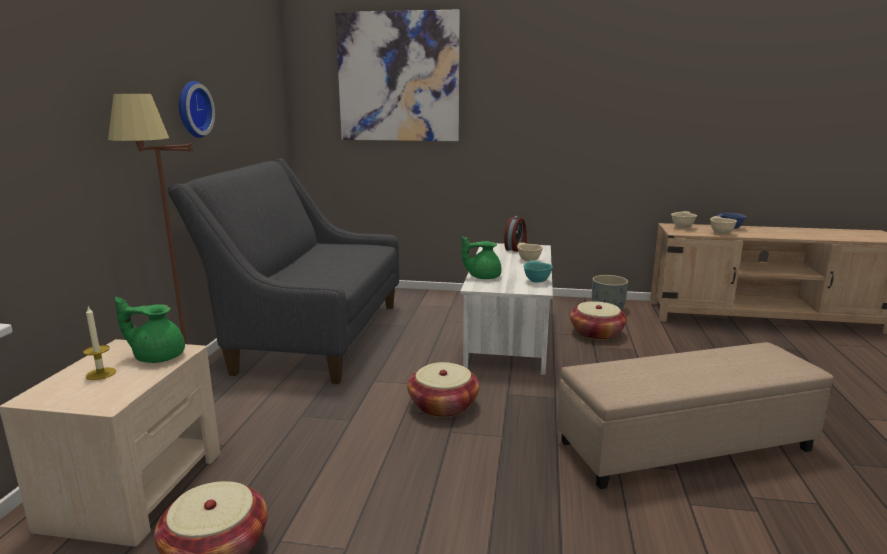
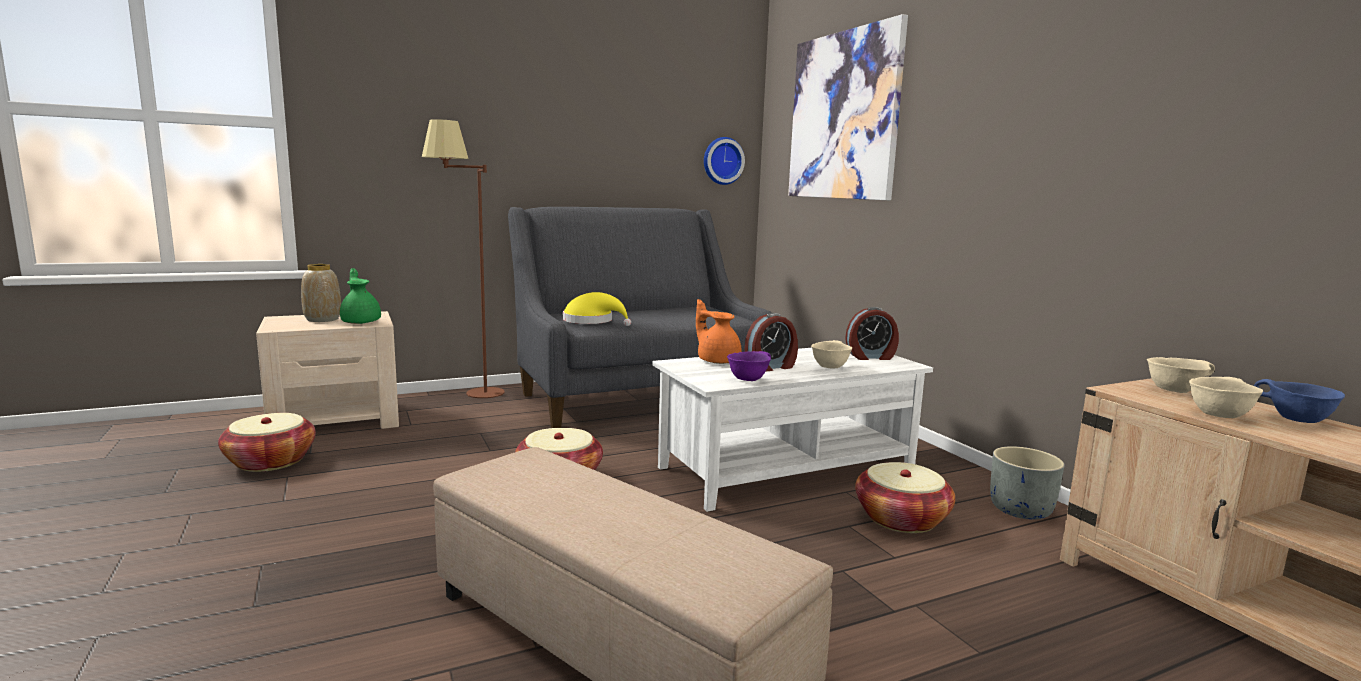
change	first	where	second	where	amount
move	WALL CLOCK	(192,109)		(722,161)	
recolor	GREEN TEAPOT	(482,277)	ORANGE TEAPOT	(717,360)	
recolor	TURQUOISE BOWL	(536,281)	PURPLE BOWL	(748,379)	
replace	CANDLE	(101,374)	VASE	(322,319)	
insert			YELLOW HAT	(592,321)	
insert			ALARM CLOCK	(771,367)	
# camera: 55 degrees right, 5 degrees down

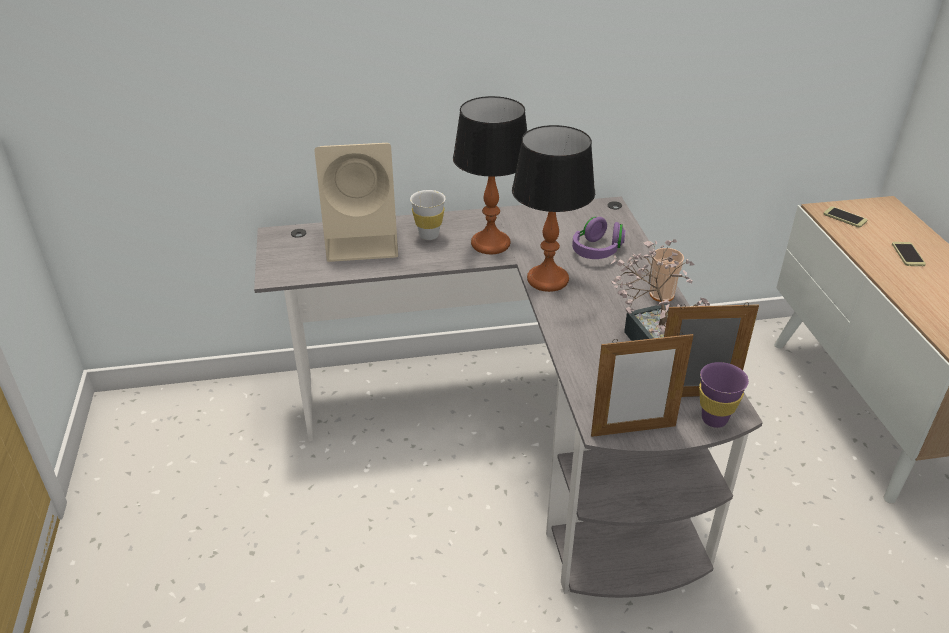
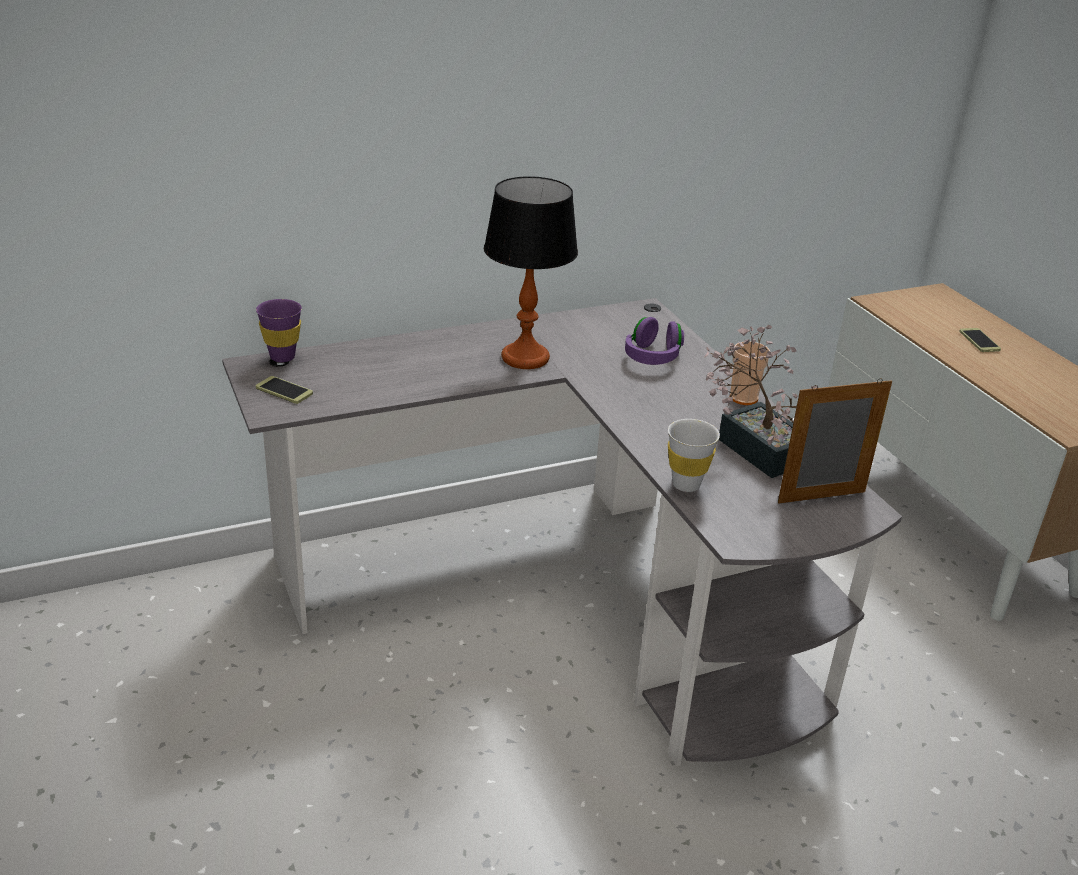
change	first	where	second	where	amount
delete	TABLE LAMP	(548,280)			
delete	BEIGE SPEAKER	(364,240)			
move	WHITE CUP	(429,235)		(686,484)	
move	PHONE	(845,217)		(284,391)	
delete	PICTURE FRAME	(633,430)			
move	PURPLE CUP	(714,419)		(282,357)	
# camera: 15 degrees left, 5 degrees down

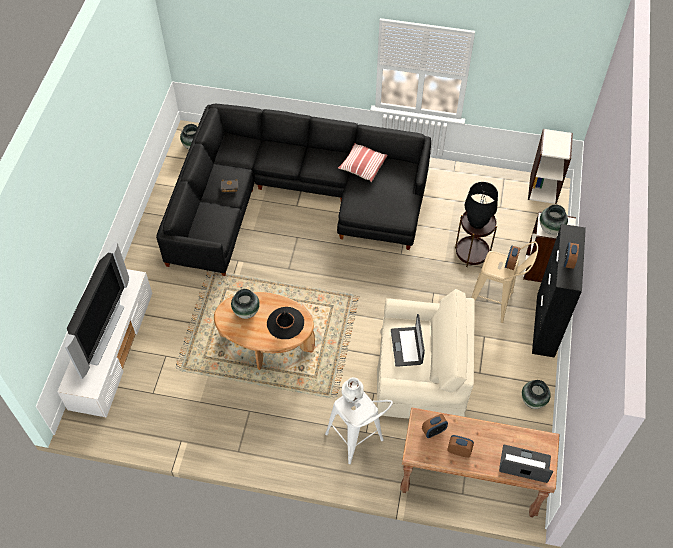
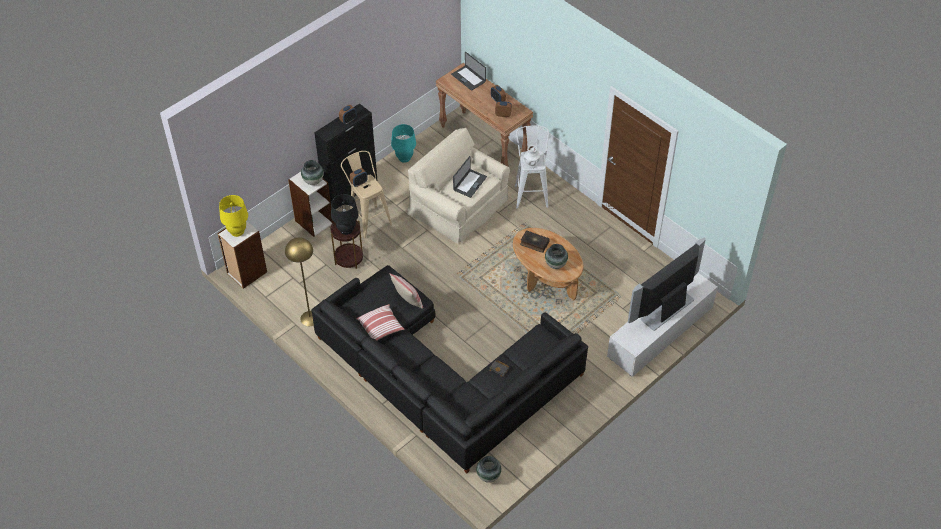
change	first	where	second	where	amount
replace	BLACK HAT	(285,323)	BOOK	(534,243)	
replace	VASE	(533,401)	TURQUOISE TABLE LAMP	(404,158)	
insert			YELLOW TABLE LAMP	(237,231)	
insert			YELLOW FLOOR LAMP	(310,318)	
insert			PILLOW	(408,300)	
# camera: 145 degrees left, 5 degrees down

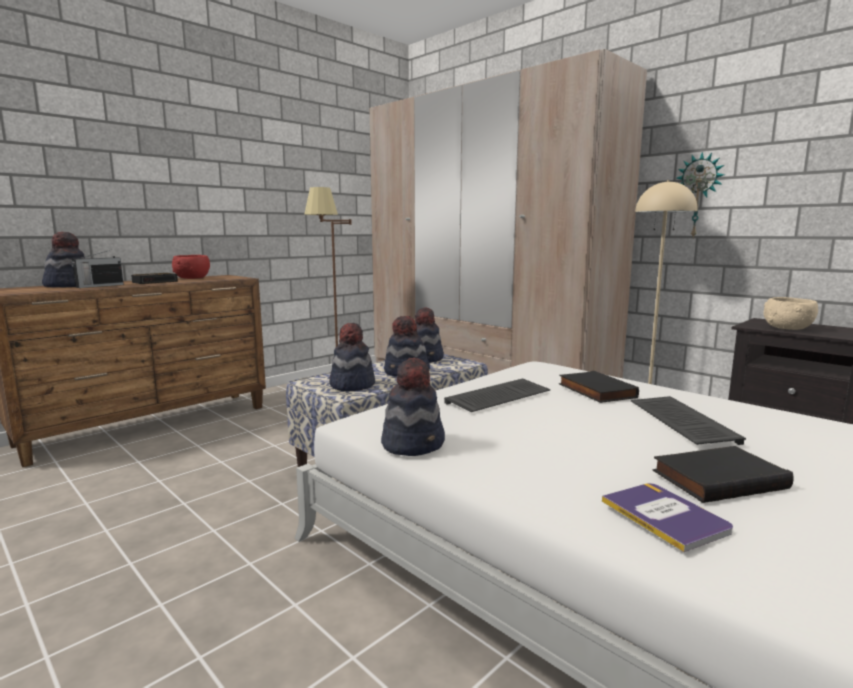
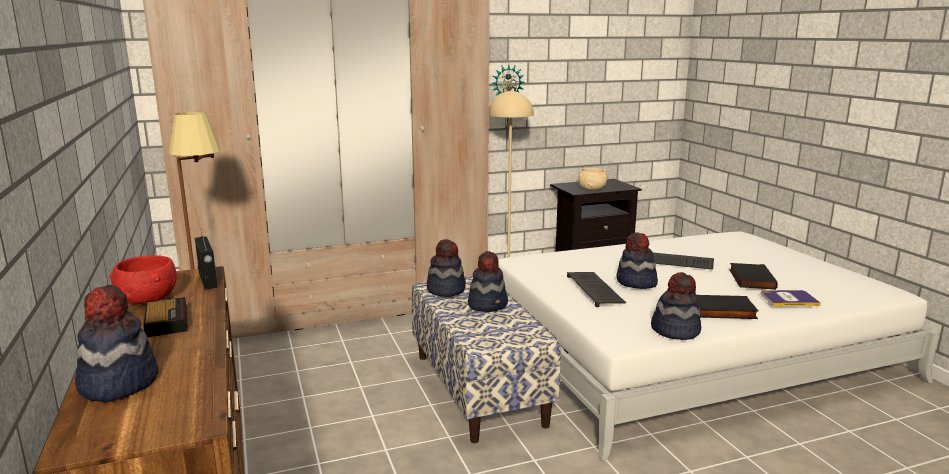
change	first	where	second	where	amount
move	RADIO	(99,286)		(207,280)	
move	HAT	(352,385)		(636,283)	
move	BLACK BOOK	(594,391)		(722,311)	
# camera: 65 degrees left, 5 degrees up

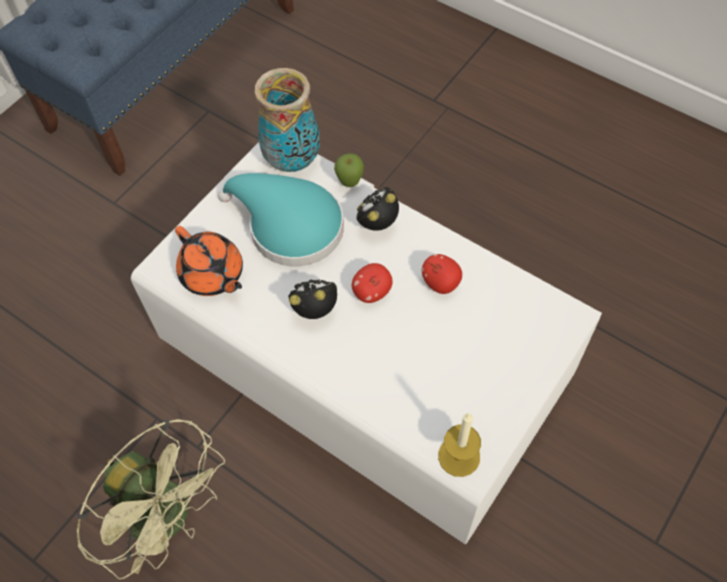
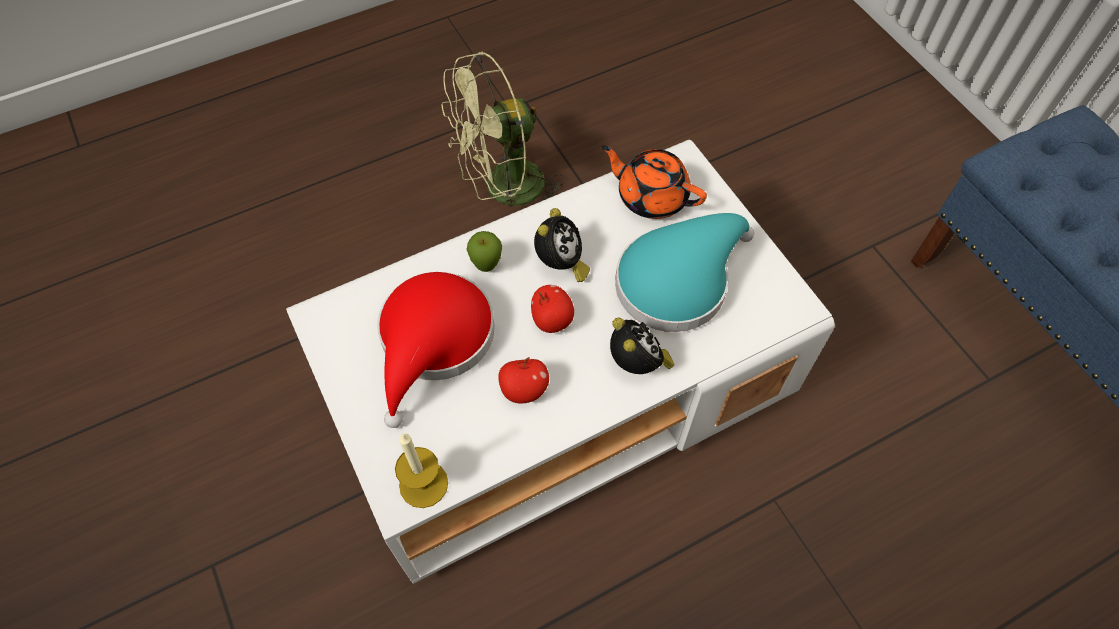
change	first	where	second	where	amount
delete	VASE	(292,160)			
move	APPLE	(350,183)		(486,266)	
rotate	ORANGE TEAPOT	(213,275)		(651,196)	45 degrees clockwise
move	CANDLE	(459,456)		(423,484)	
insert			RED HAT	(434,341)	
# camera: 115 degrees right, 0 degrees up

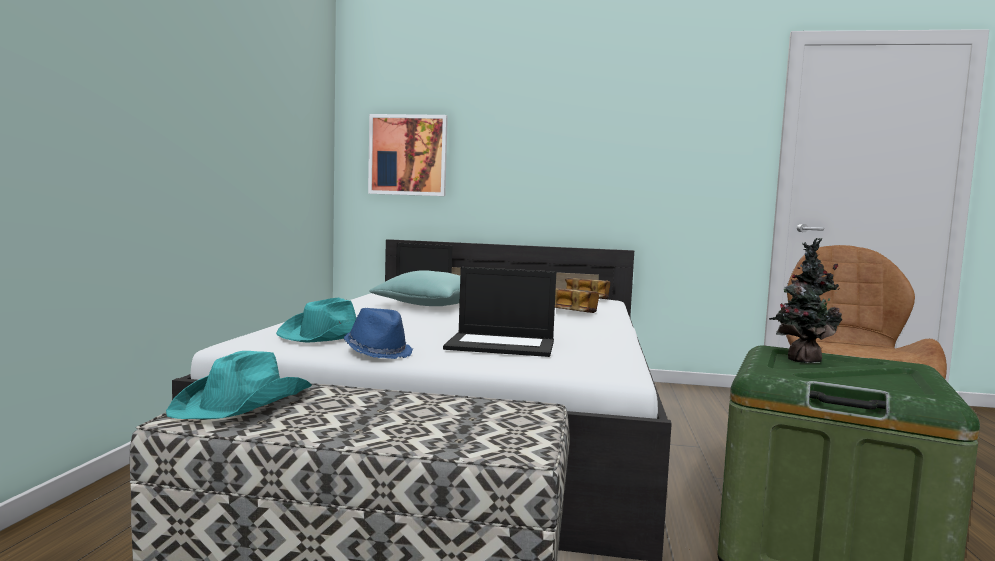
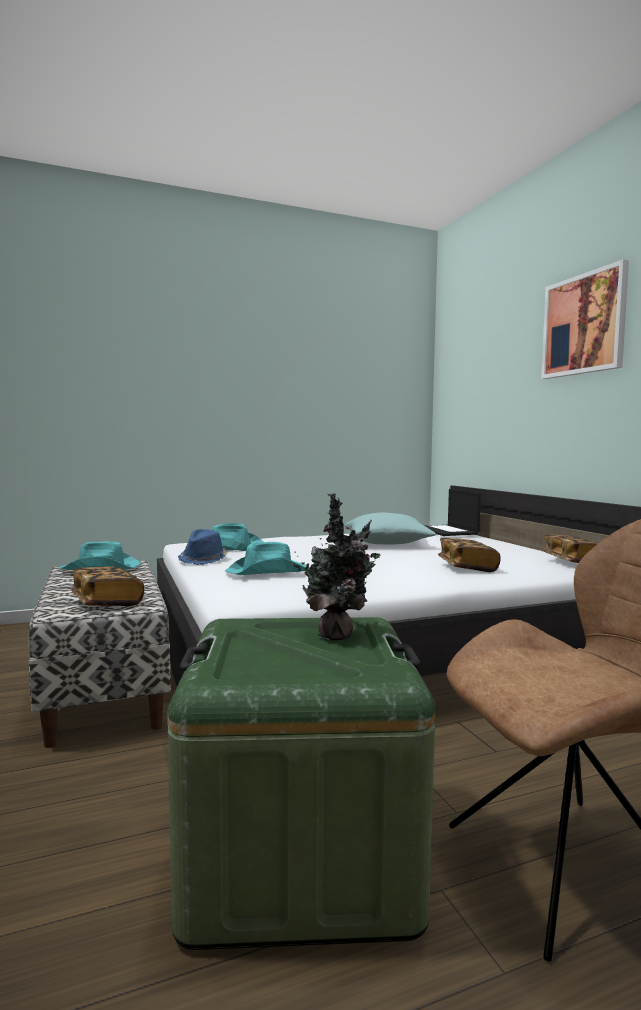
change	first	where	second	where	amount
move	PICTURE	(408,155)		(584,324)	
replace	LAPTOP	(502,345)	TURQUOISE HAT	(268,571)	
insert			BOOK	(107,602)	
# camera: 60 degrees right, 0 degrees up

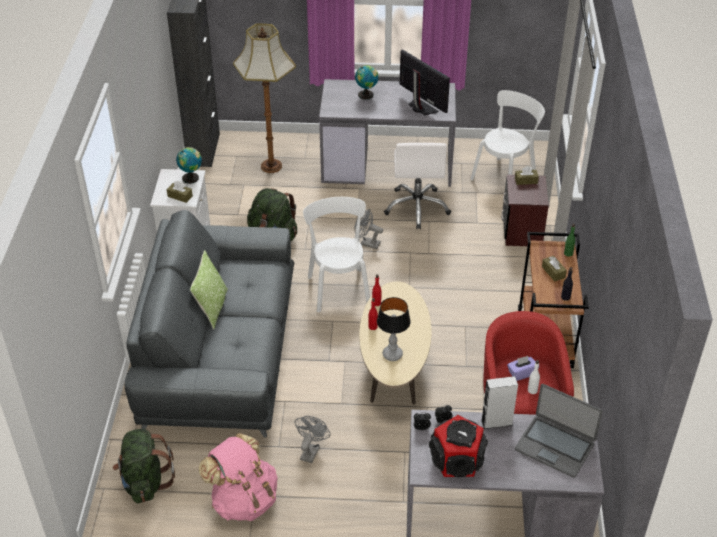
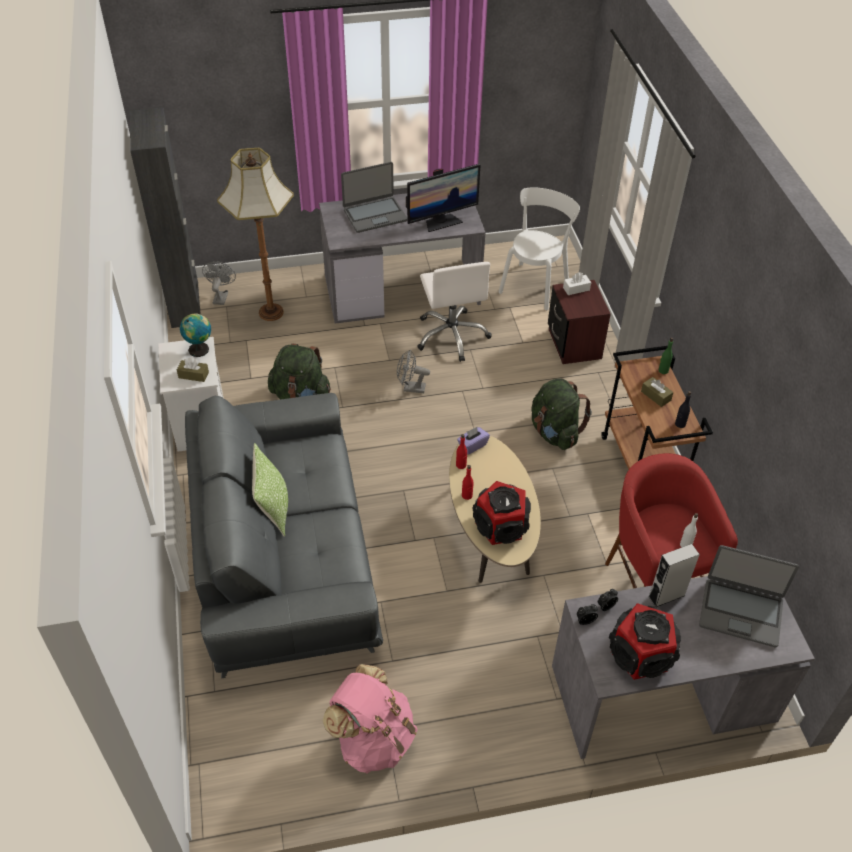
change	first	where	second	where	amount
rotate	MONITOR	(421,107)		(441,221)	120 degrees clockwise
replace	GLOBE	(367,95)	LAPTOP	(375,215)	
recolor	BROWN TISSUE BOX	(526,180)	WHITE TISSUE BOX	(576,289)	
delete	WHITE CHAIR	(338,288)			
replace	TABLE LAMP	(392,354)	SPEAKER	(501,525)	
move	PURPLE TISSUE BOX	(521,373)		(472,445)	
move	GREY FAN	(311,450)		(221,296)	
move	GREEN BACKPACK	(145,482)		(554,432)	
# camera: 15 degrees left, 5 degrees up

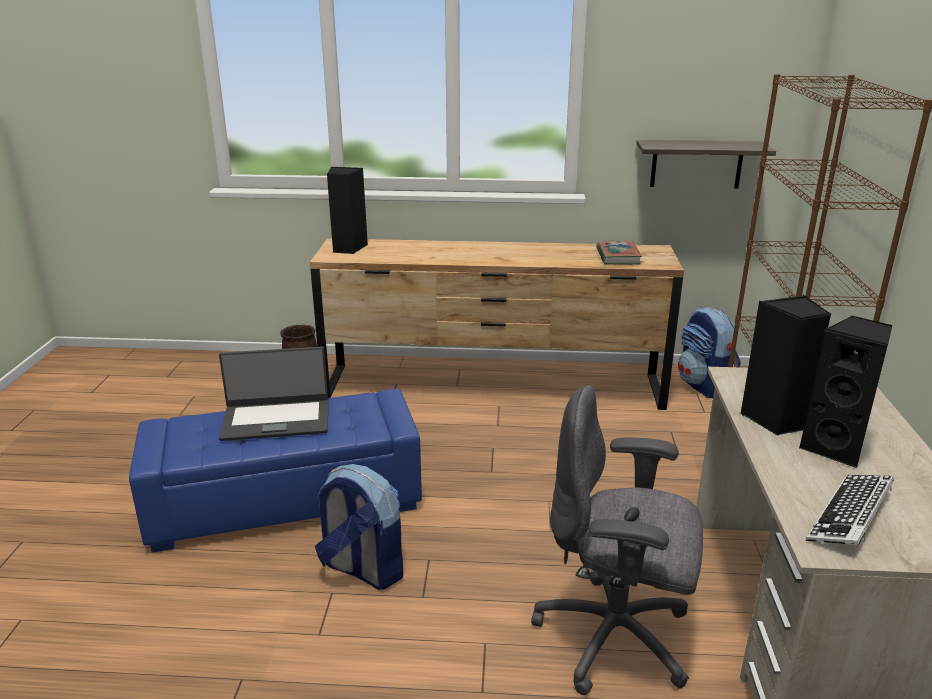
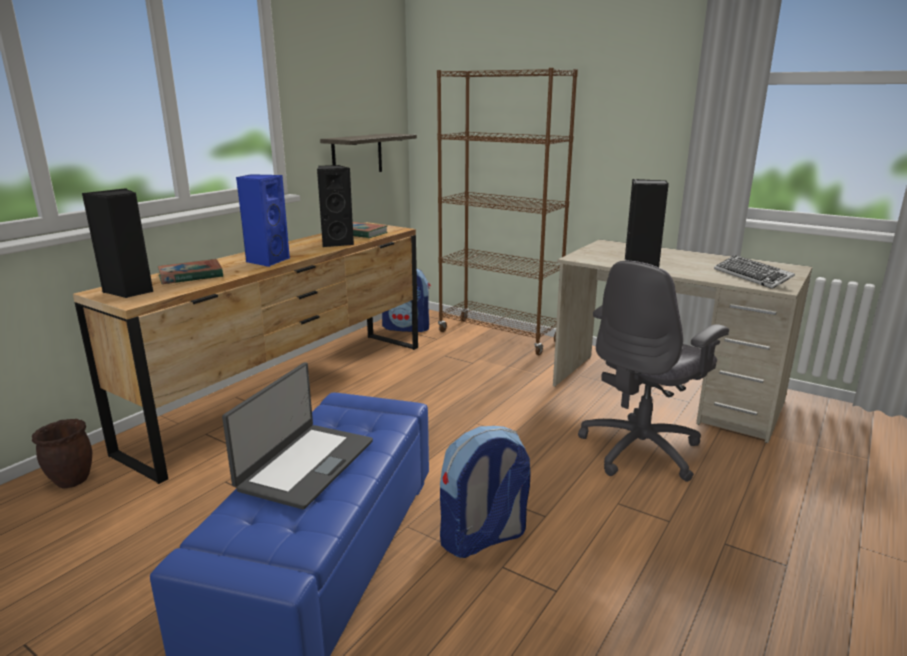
change	first	where	second	where	amount
move	BLACK SPEAKER	(835,448)		(336,243)	
insert			BLUE SPEAKER	(267,261)	
insert			BOOK	(191,276)	
# camera: 60 degrees left, 5 degrees down

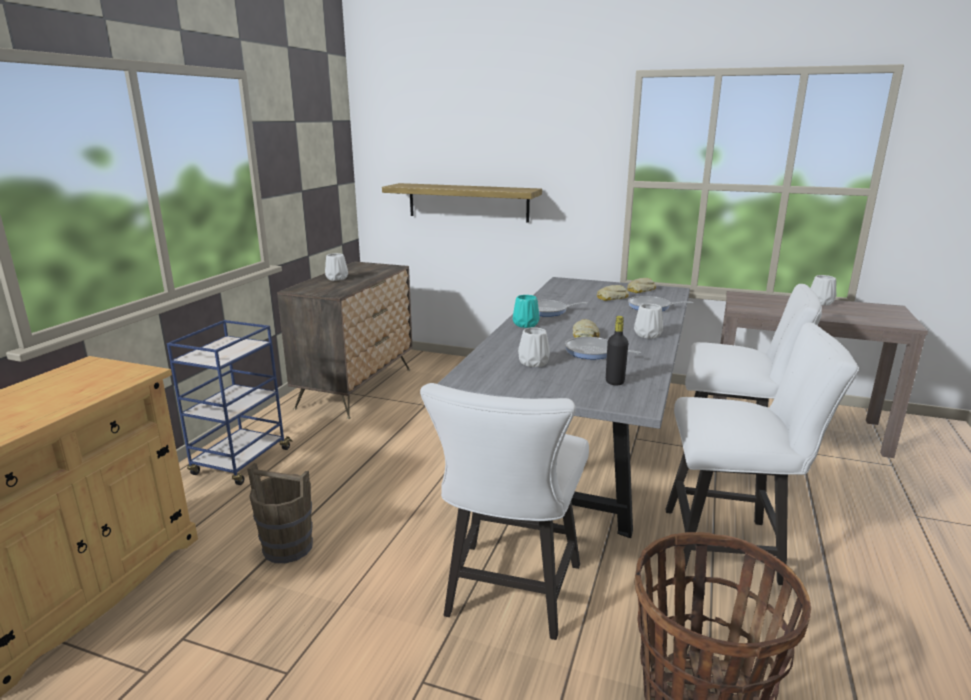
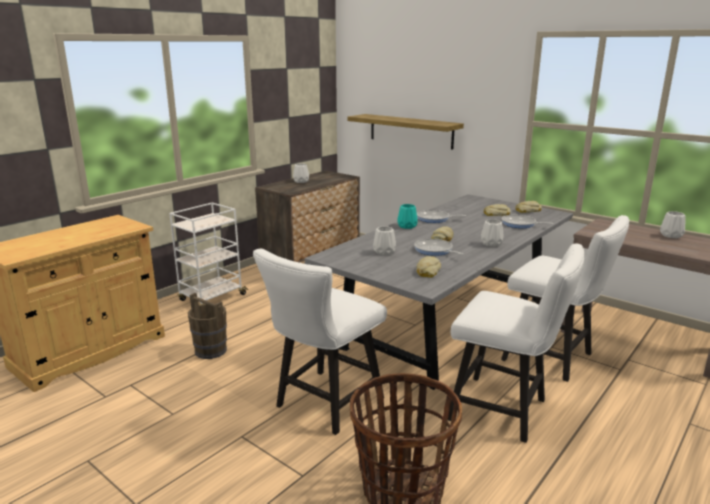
change	first	where	second	where	amount
replace	BLACK BOTTLE	(614,382)	BREAD	(427,271)	
recolor	BLUE CART	(241,462)	WHITE CART	(212,298)	
# camera: 20 degrees right, 0 degrees up

